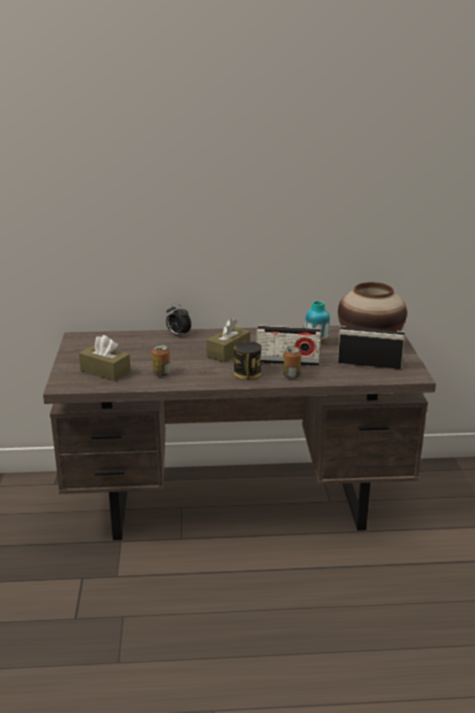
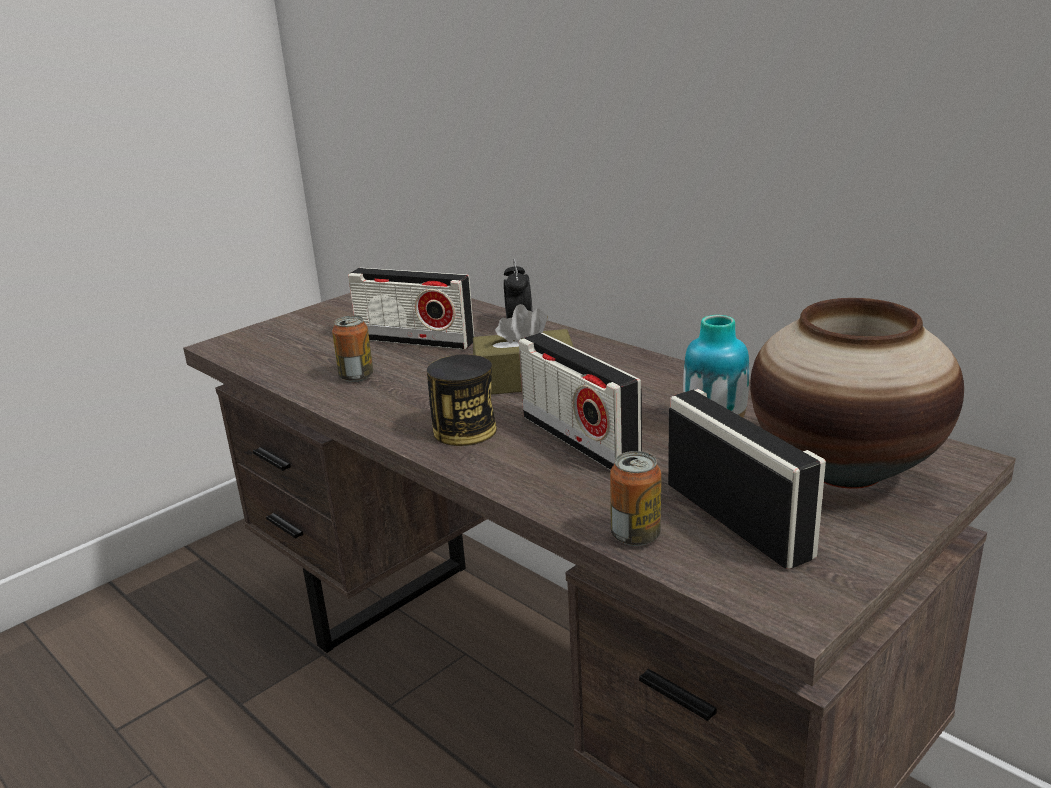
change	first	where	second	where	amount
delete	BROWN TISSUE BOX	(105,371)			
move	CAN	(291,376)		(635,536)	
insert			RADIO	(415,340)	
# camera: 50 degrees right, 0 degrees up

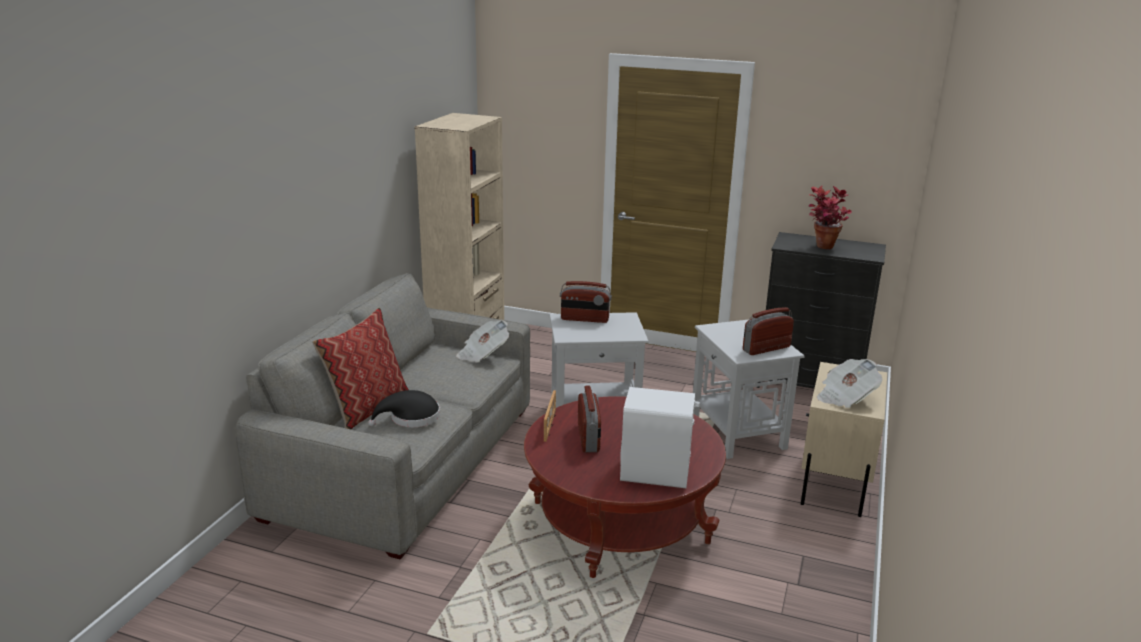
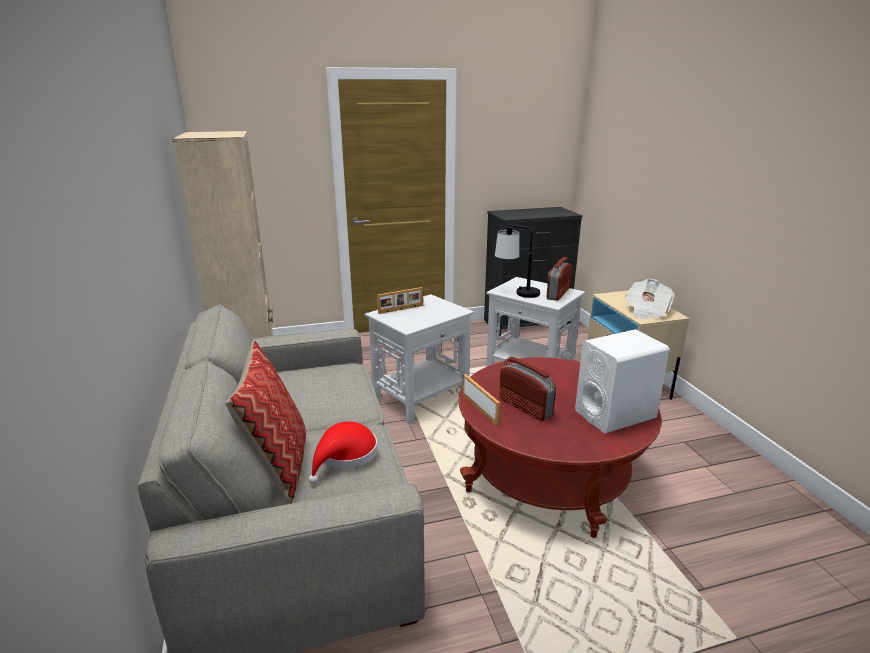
change	first	where	second	where	amount
delete	POTTED PLANT	(822,248)			
replace	RADIO	(584,319)	PICTURE FRAME	(401,309)	
delete	NEWSPAPER	(482,354)			
recolor	BLACK HAT	(411,418)	RED HAT	(345,456)	
insert			TABLE LAMP	(516,293)	
# camera: 35 degrees left, 0 degrees up

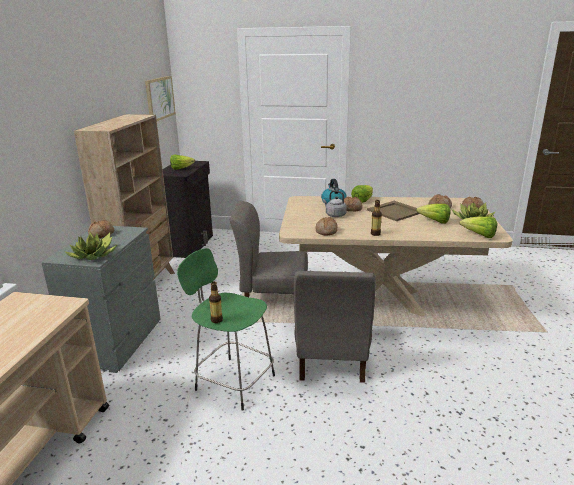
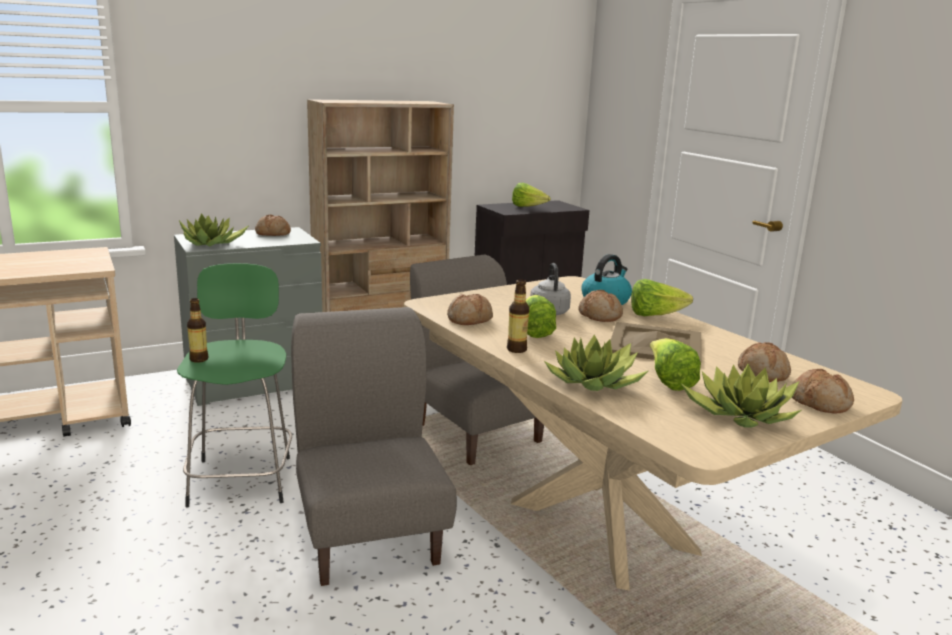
change	first	where	second	where	amount
delete	PICTURE	(159,98)			
move	LETTUCE	(479,235)		(534,331)	
rotate	GREY CHAIR	(331,359)		(369,535)	105 degrees clockwise
insert			POTTED PLANT	(595,382)	
# camera: 50 degrees right, 5 degrees down

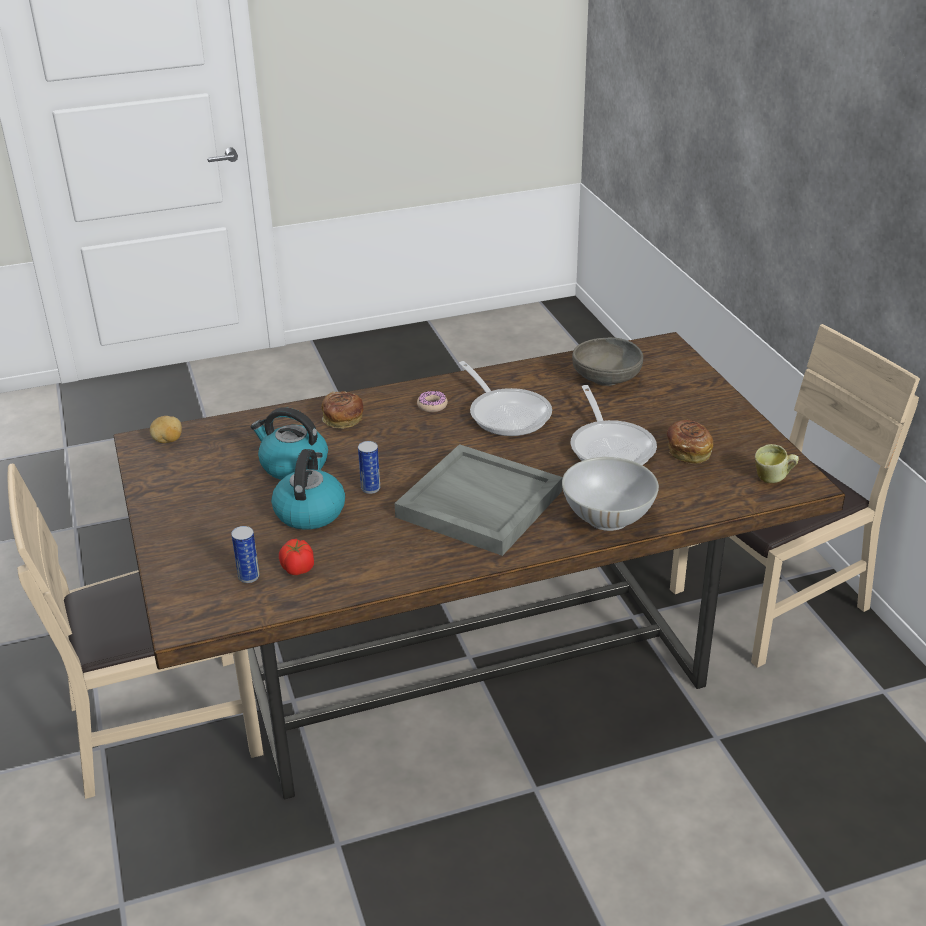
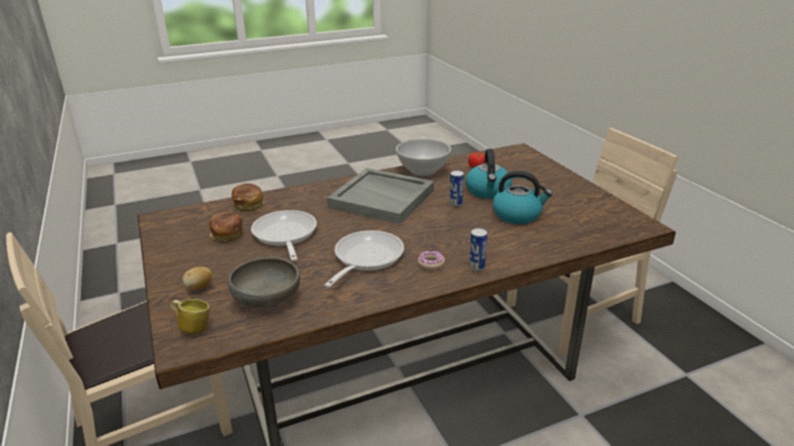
change	first	where	second	where	amount
rotate	FRYING PAN	(506,413)		(365,259)	60 degrees clockwise
move	BREAD	(343,420)		(248,204)	
move	POTATO	(168,441)		(199,287)	
move	MUG	(773,479)		(193,327)	
move	WHITE BOWL	(608,517)		(423,171)	
move	CAN	(248,577)		(476,267)	
# camera: 175 degrees right, 5 degrees down

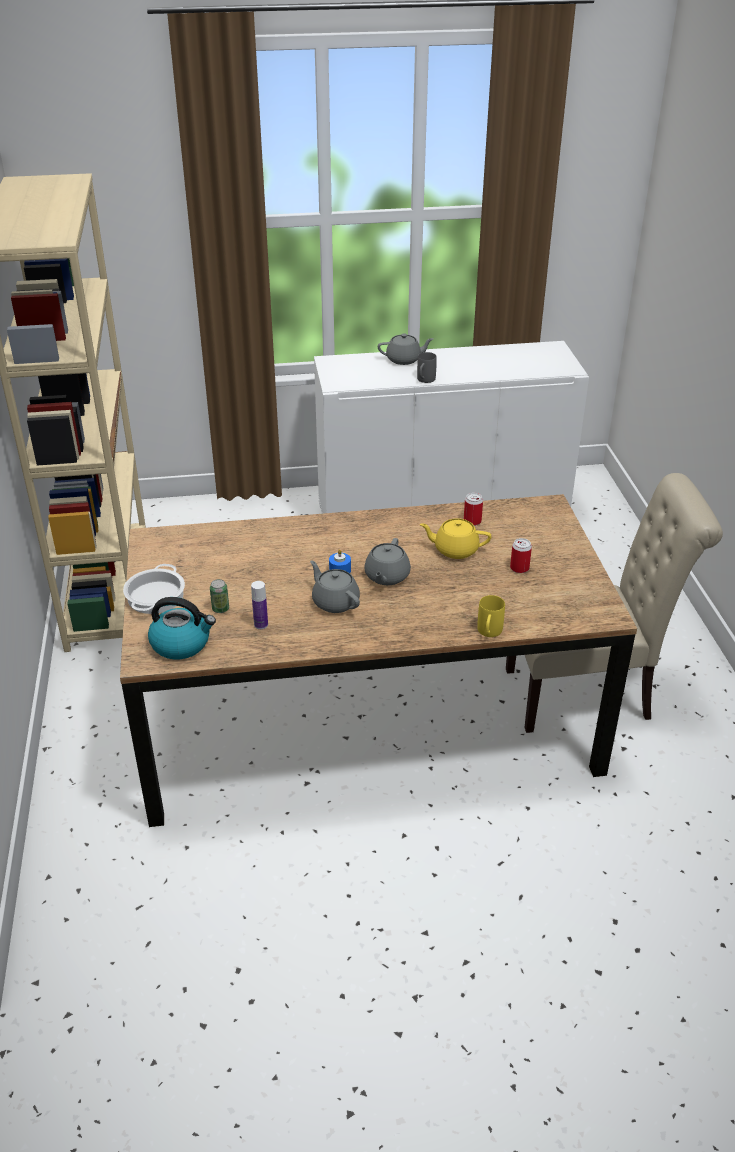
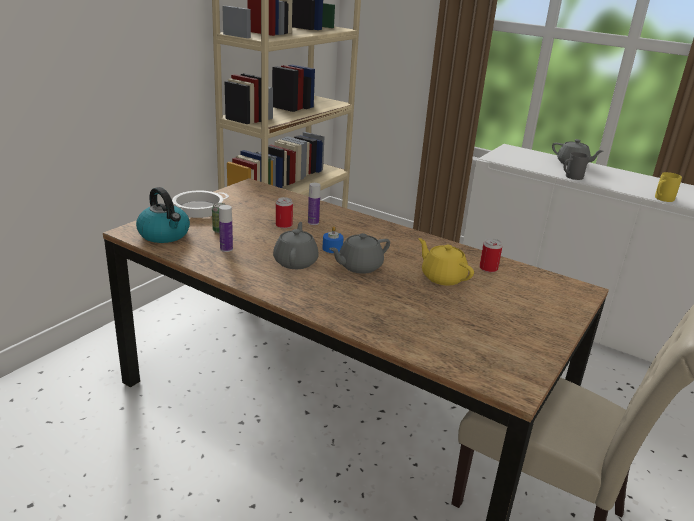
change	first	where	second	where	amount
move	CAN	(519,568)		(284,225)	
move	YELLOW MUG	(488,633)		(661,199)	
insert			BOTTLE	(313,222)	
# camera: 40 degrees right, 10 degrees down

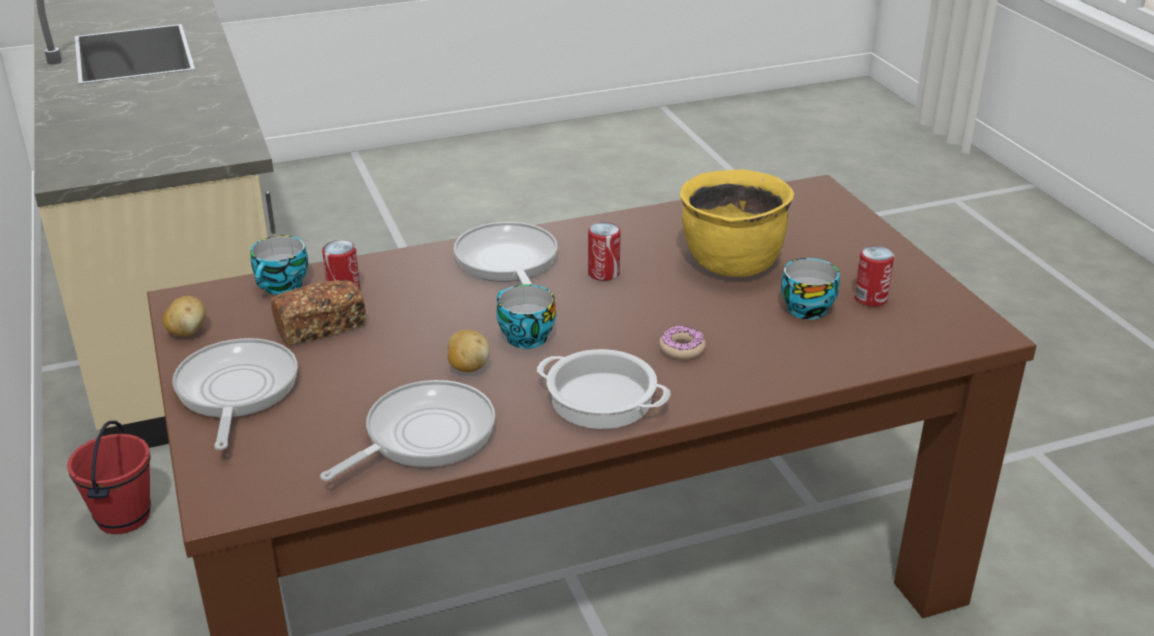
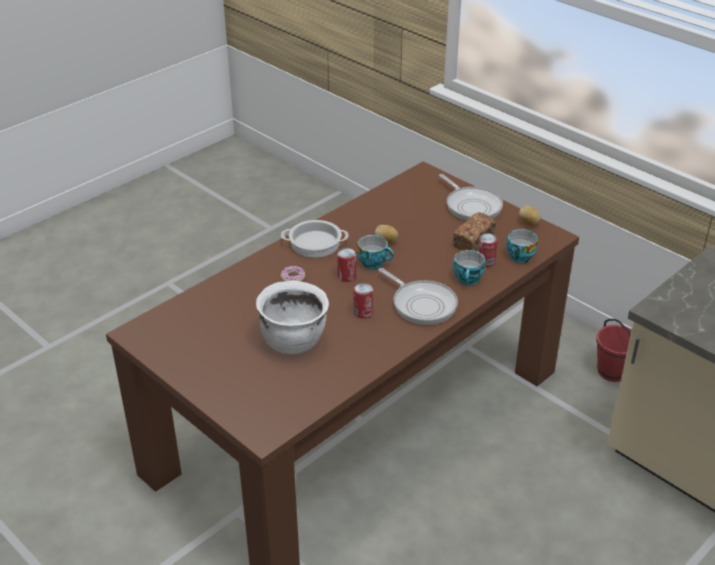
change	first	where	second	where	amount
recolor	YELLOW COOKING POT	(731,264)	WHITE COOKING POT	(294,341)	
move	CAN	(870,298)		(346,276)	
move	CUP	(807,307)		(468,279)	
delete	FRYING PAN	(423,436)			
# camera: 155 degrees right, 5 degrees up

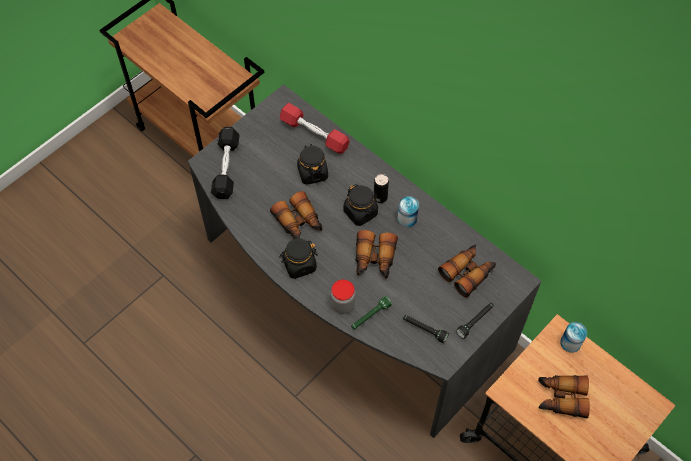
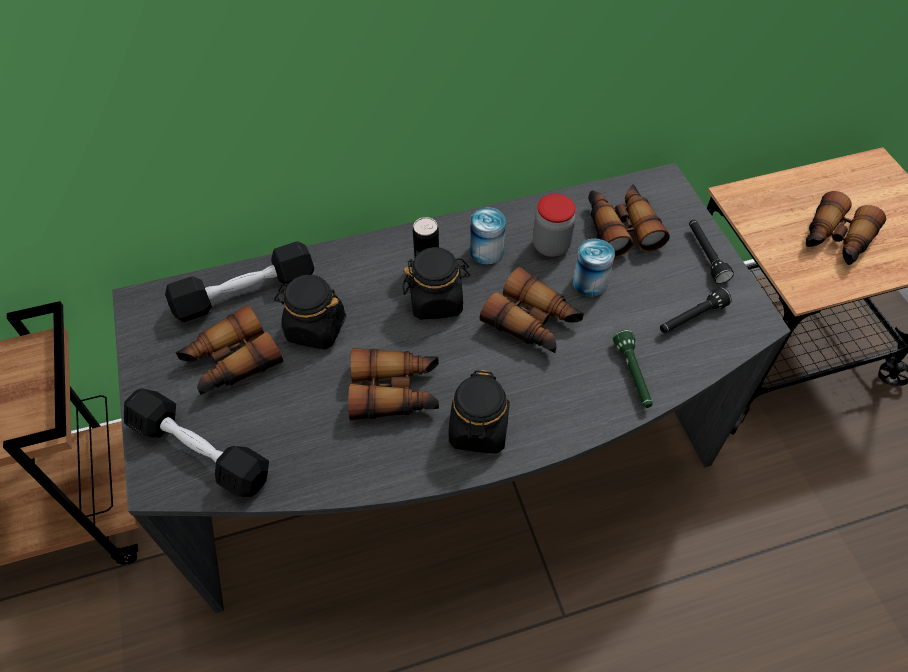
change	first	where	second	where	amount
recolor	RED DUMBBELL	(314,134)	BLACK DUMBBELL	(245,293)	
move	JAR	(343,305)		(551,246)	
move	CAN	(570,343)		(589,283)	
insert			BINOCULARS	(231,362)	
# camera: 60 degrees left, 5 degrees down

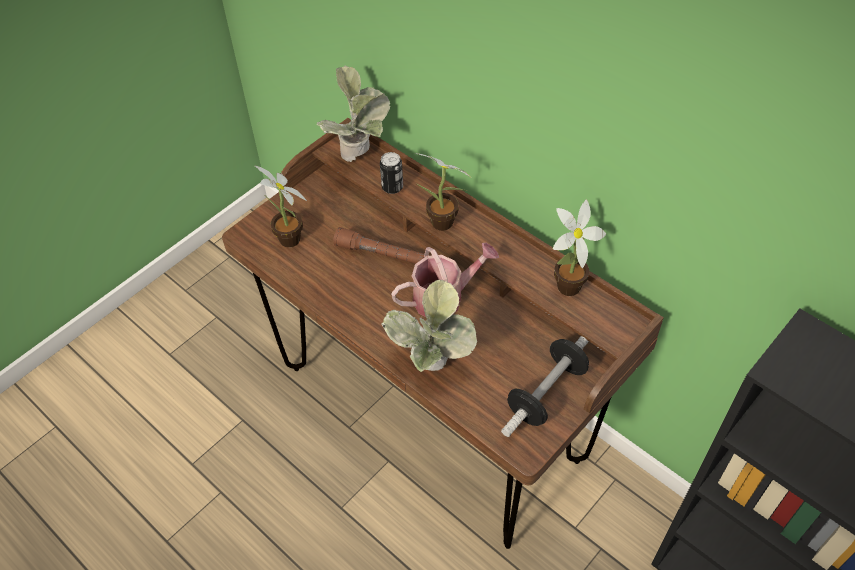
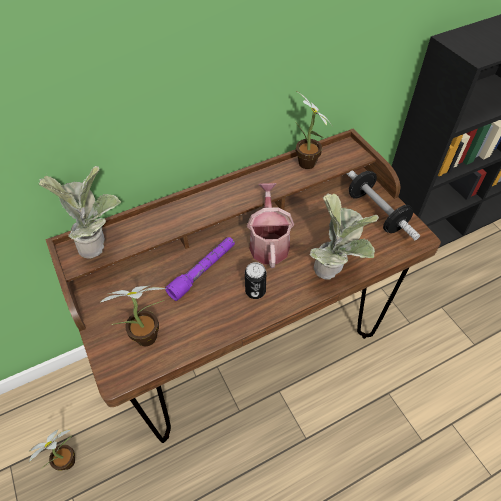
change	first	where	second	where	amount
move	CAN	(392,187)		(255,291)	
move	POTTED PLANT	(445,225)		(70,460)	
recolor	BROWN FLASHLIGHT	(381,254)	PURPLE FLASHLIGHT	(203,271)	
# camera: 70 degrees left, 0 degrees up

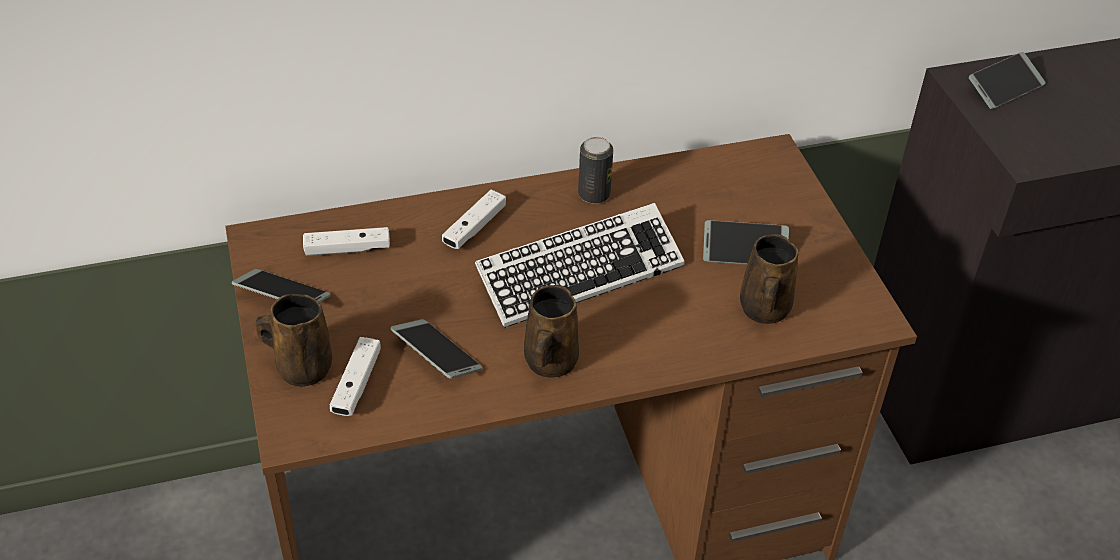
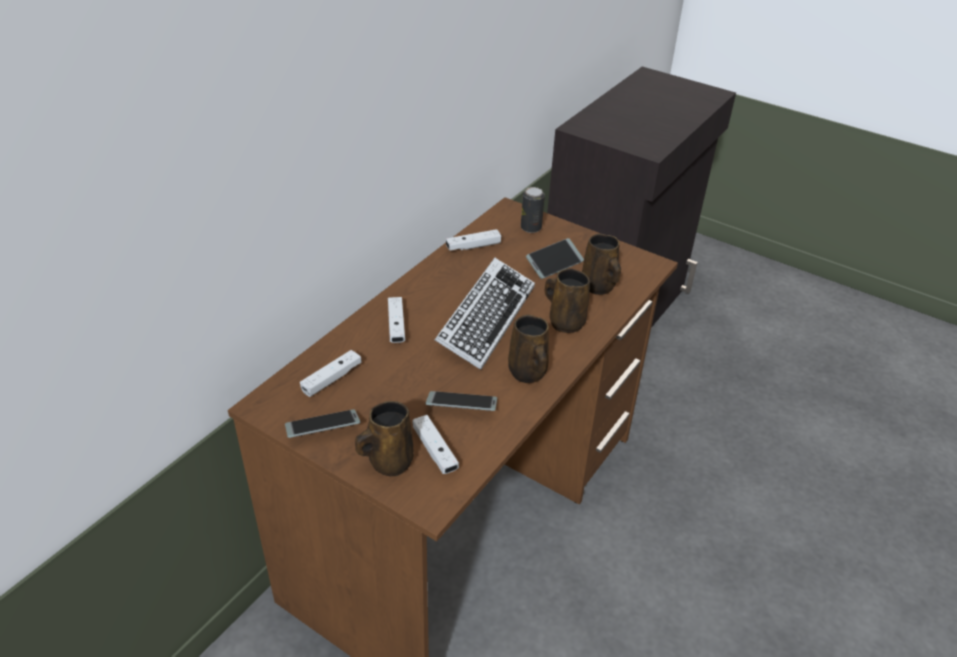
change	first	where	second	where	amount
delete	PHONE	(1004,88)			
move	CAN	(594,194)		(531,228)	
insert			WHITE GAME CONTROLLER	(473,246)	
insert			BROWN MUG	(565,322)	
# camera: 40 degrees left, 5 degrees down

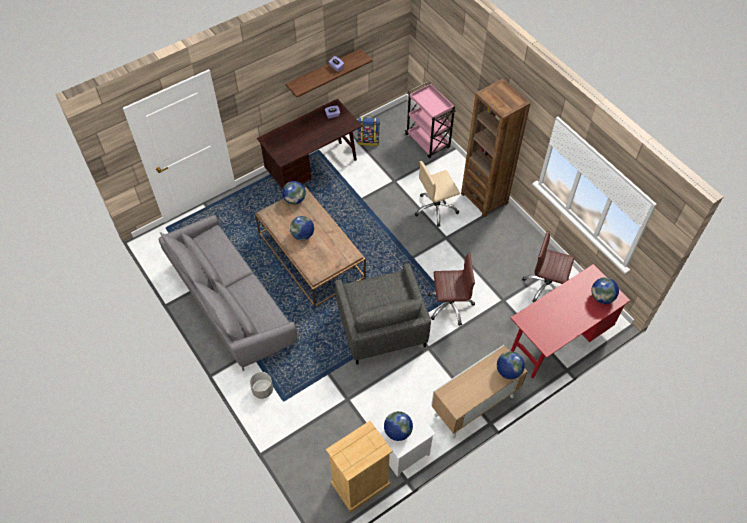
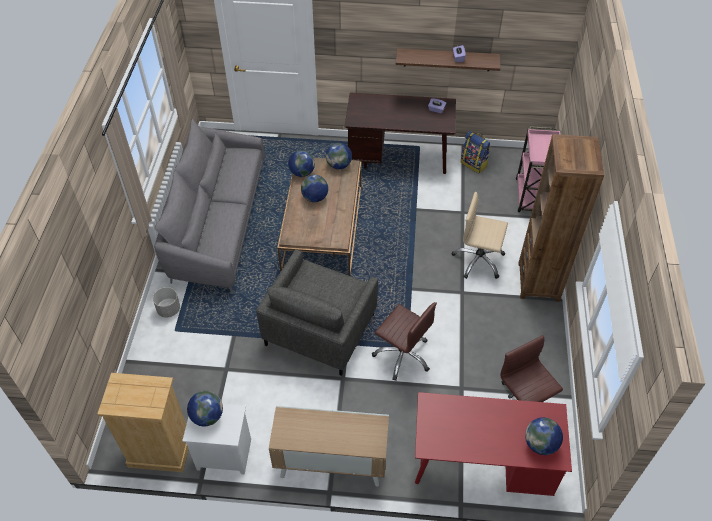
change	first	where	second	where	amount
move	GLOBE	(508,371)		(302,173)	
# camera: 40 degrees right, 5 degrees down

